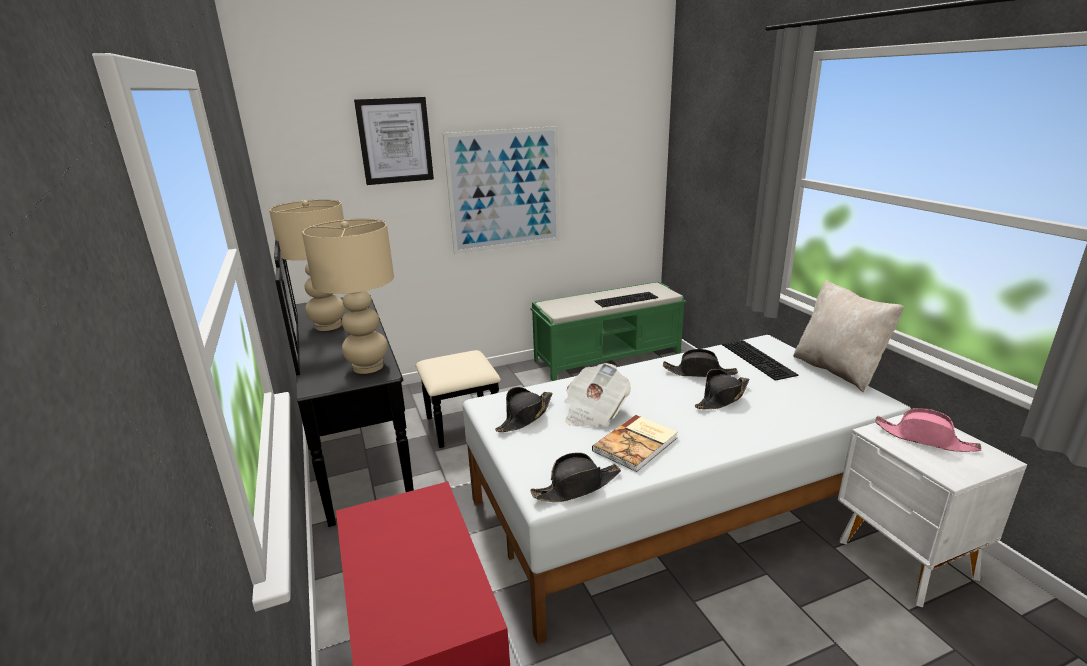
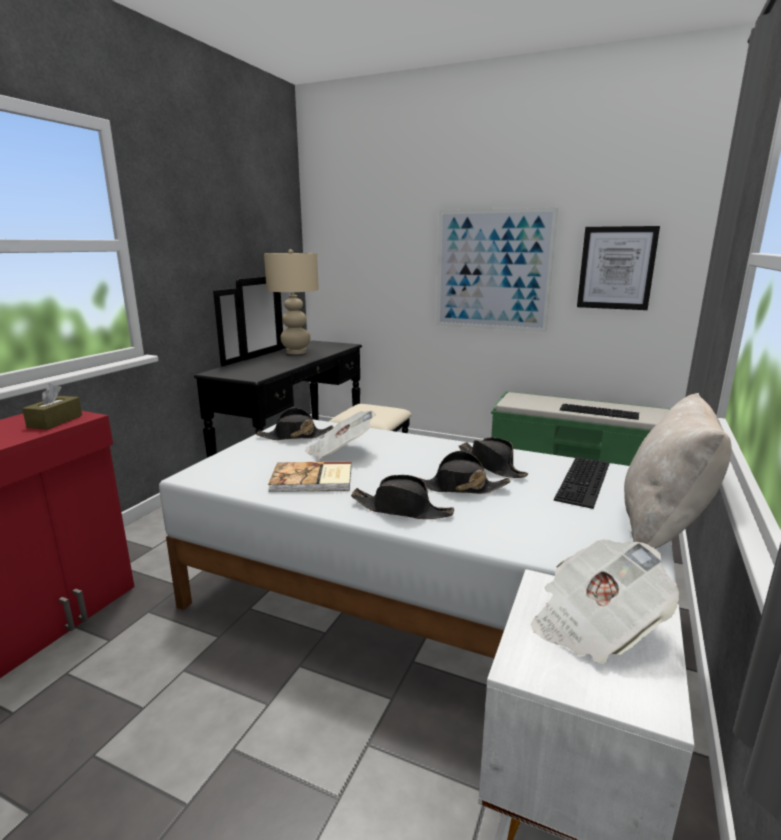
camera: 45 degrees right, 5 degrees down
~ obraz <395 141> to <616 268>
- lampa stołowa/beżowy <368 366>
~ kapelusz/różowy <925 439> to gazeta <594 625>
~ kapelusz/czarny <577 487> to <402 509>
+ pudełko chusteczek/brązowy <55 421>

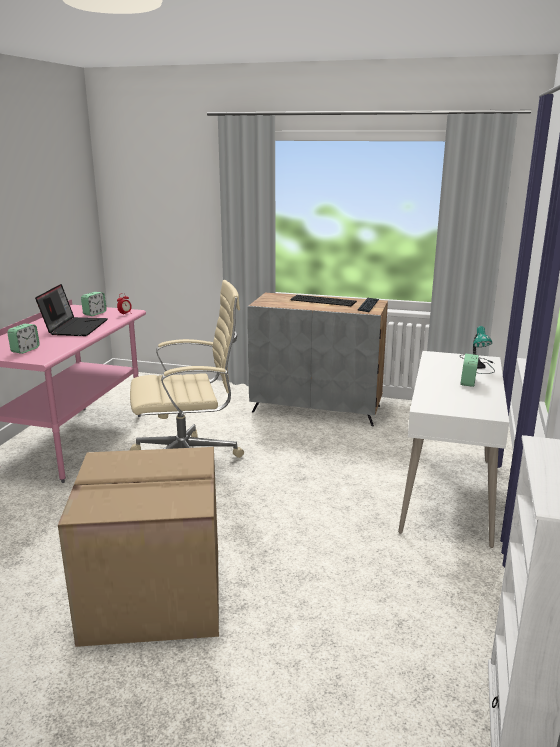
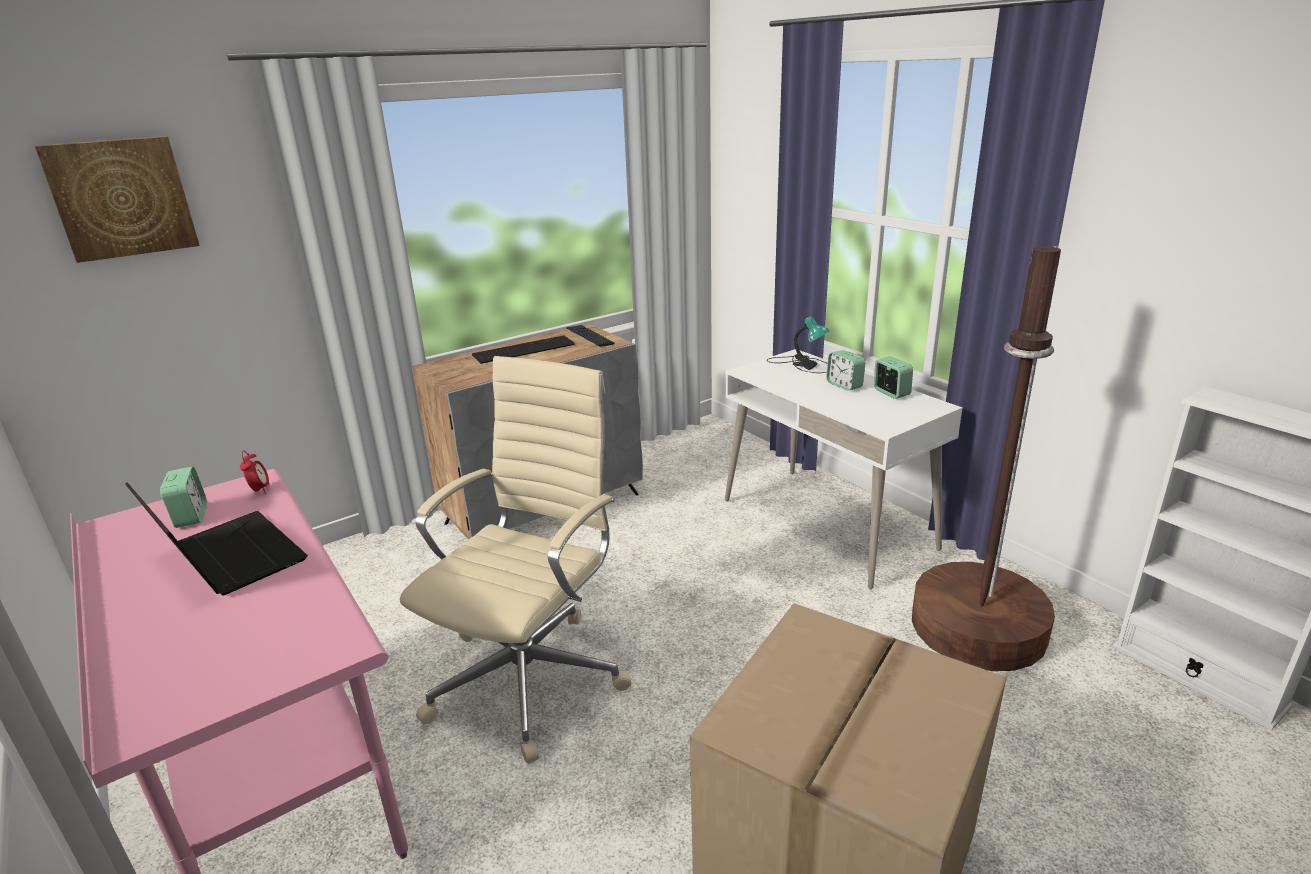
camera: 50 degrees left, 5 degrees up
~ budzik <25 350> to <891 393>
+ obraz <121 198>
+ lampa stojąca/brązowy <978 628>

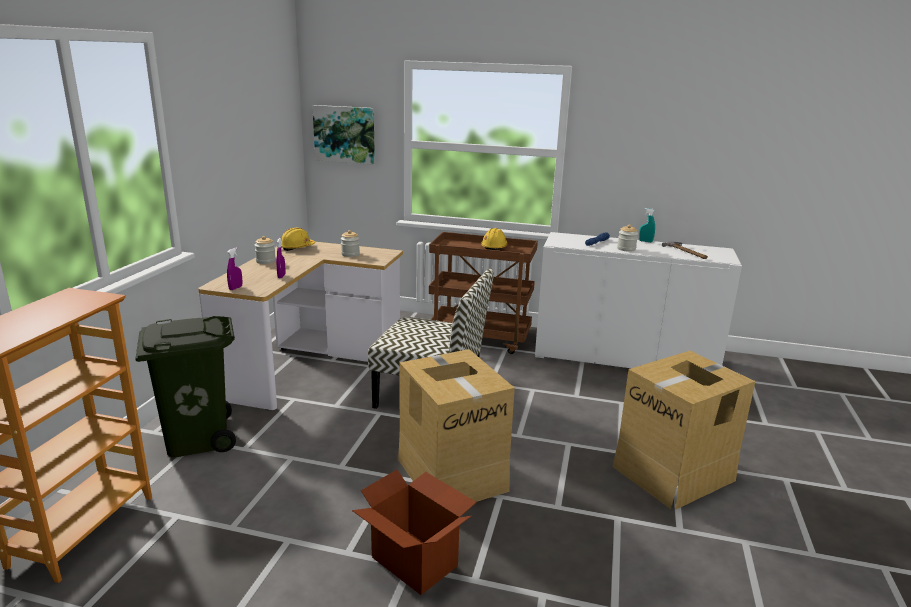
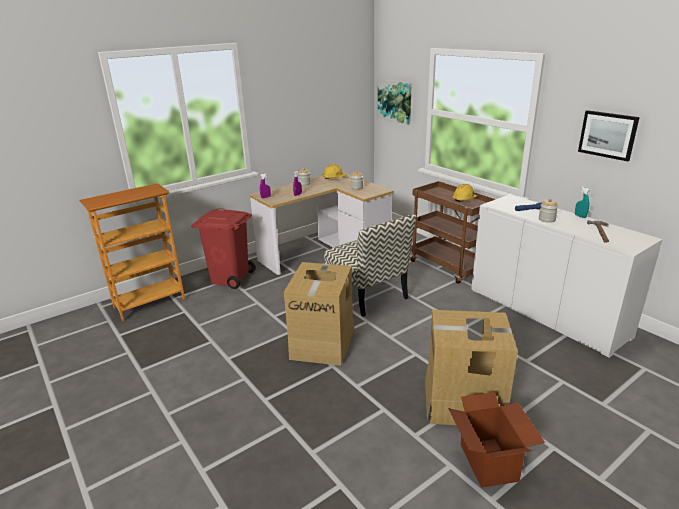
camera: 40 degrees right, 5 degrees up
~ kosz na śmieci/zielony <197 438> to kosz na śmieci/czerwony <230 278>
~ karton <415 561> to <489 462>
+ obraz <608 135>

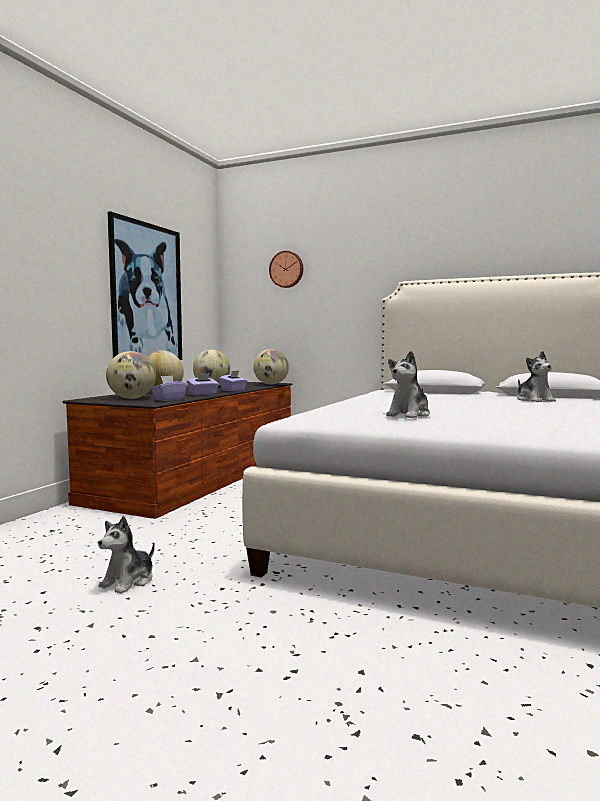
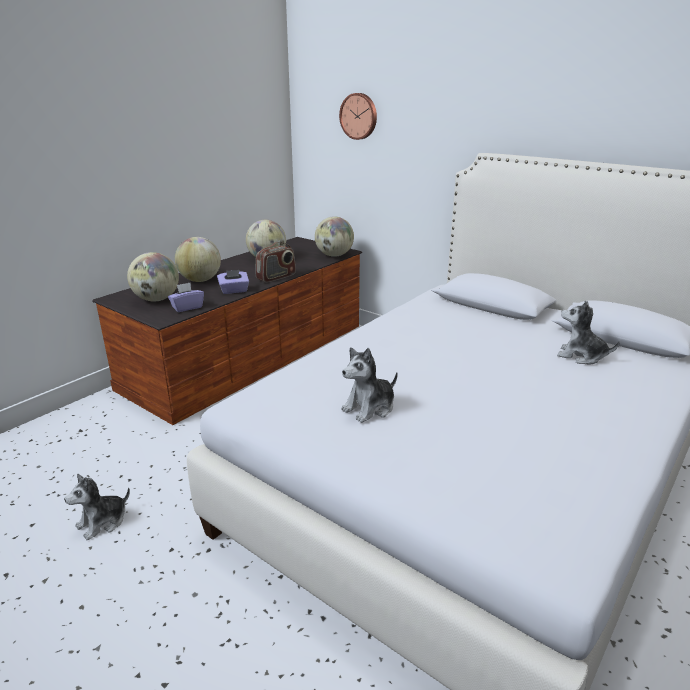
camera: 15 degrees right, 20 degrees up
- obraz <147 293>
~ pluszak <534 400> = <581 356> 120 degrees clockwise
~ pudełko chusteczek/fioletowy <233 390> to radio <276 277>

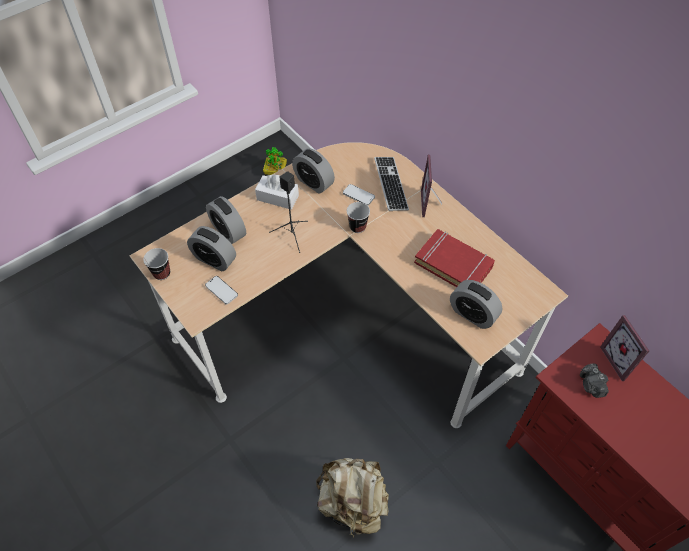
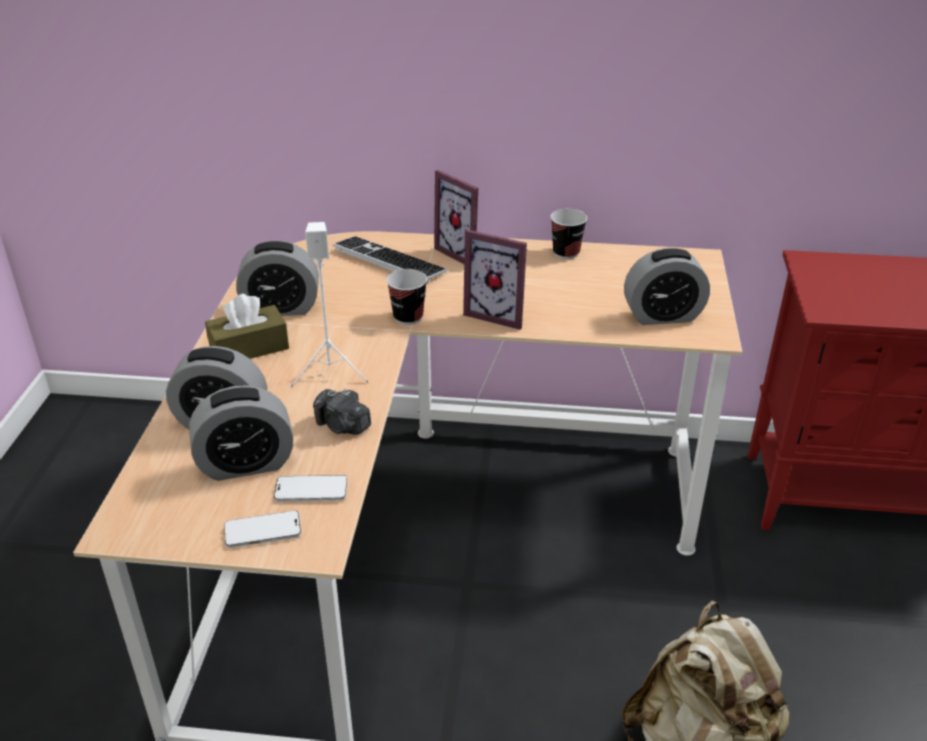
camera: 45 degrees left, 20 degrees down
- roślina doniczkowa <275 171>
~ głośnik/czarny <292 235> to głośnik/biały <331 372>
~ pudełko chusteczek/biały <277 197> to pudełko chusteczek/brązowy <249 348>
~ telefon <358 195> to <263 531>
- książka/czerwony <453 264>
~ filiżanka <161 273> to <566 253>
~ ramka na zdjęcie <621 360> to <498 313>
~ aparat fotograficzny <591 385> to <342 426>

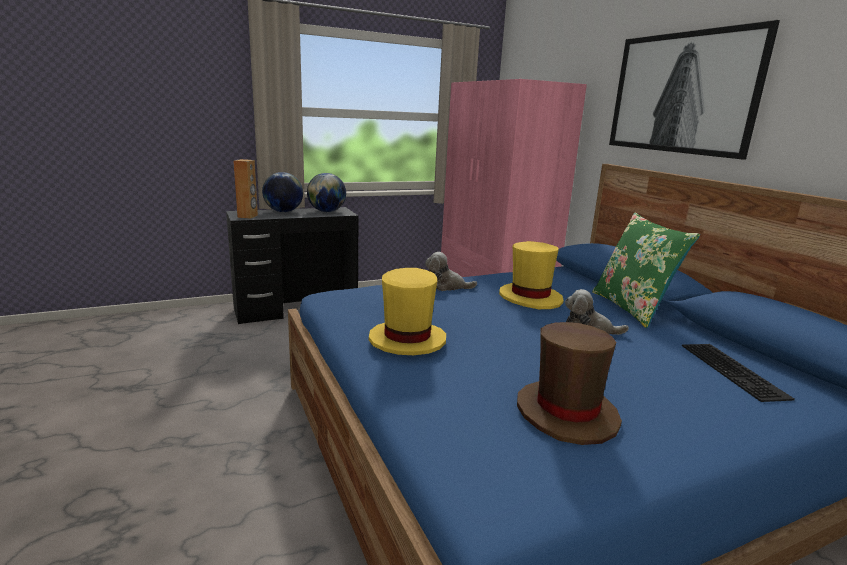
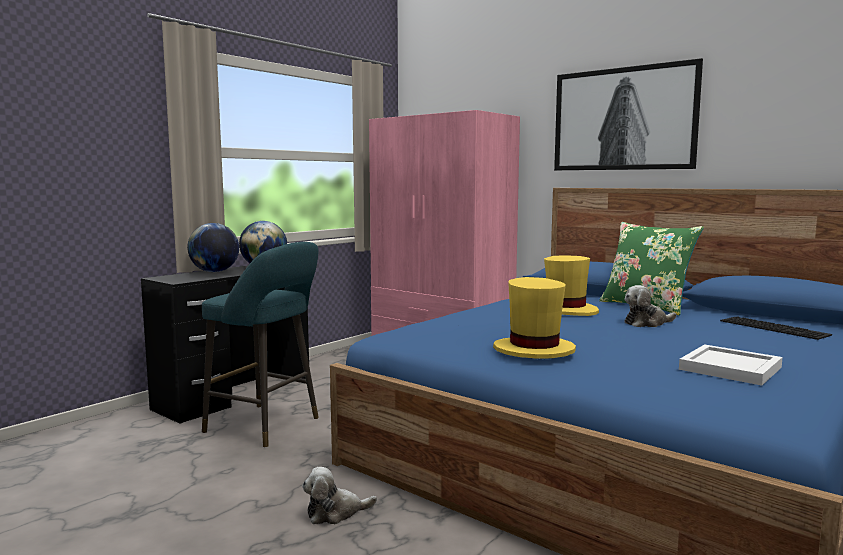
camera: 25 degrees left, 10 degrees down
- głośnik/brązowy <248 216>
~ pluszak <446 286> to <335 513>
~ kapelusz/brązowy <566 413> to taca/biały <729 368>
+ stołek/turkusowy <267 426>

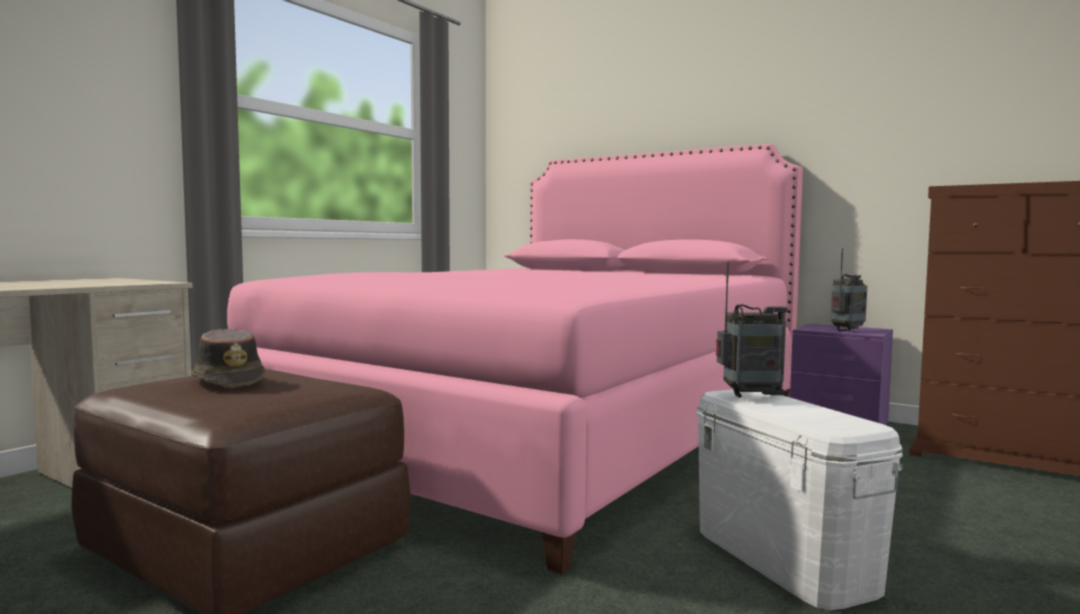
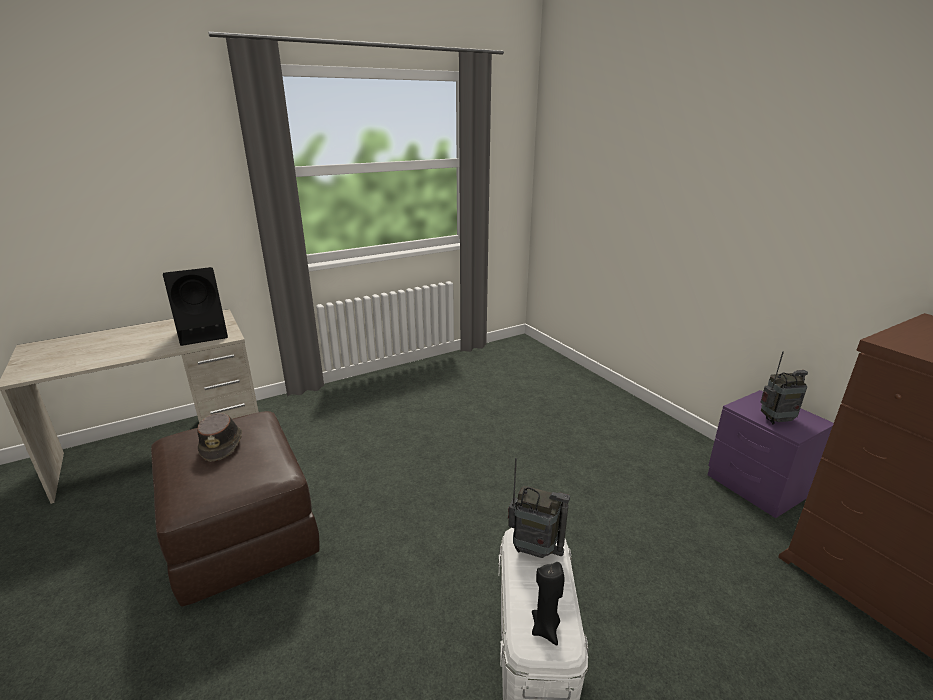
camera: 25 degrees right, 20 degrees up
- łóżko/różowy <544 431>
+ głośnik/czarny <205 333>
+ świeca/czarny <546 628>

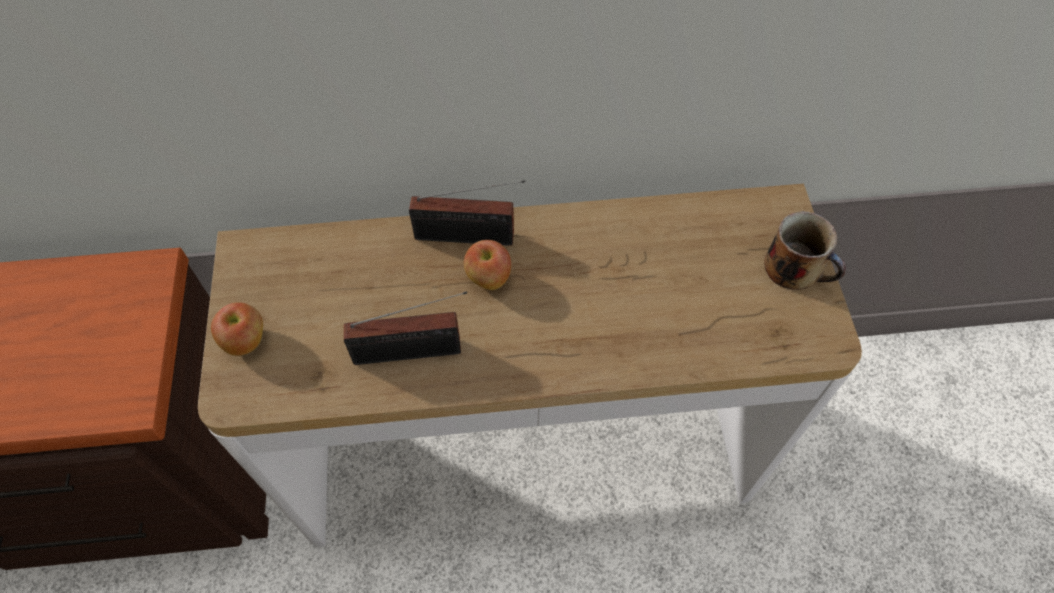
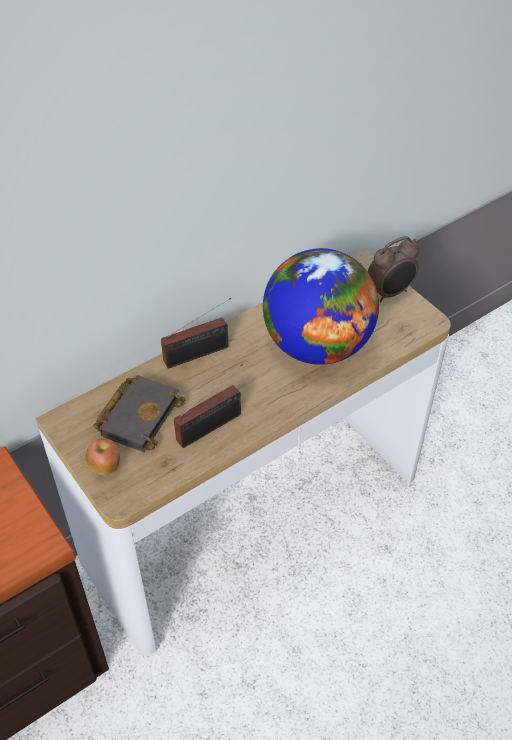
camera: 30 degrees left, 10 degrees down
~ kubek <796 268> to budzik <390 293>
- jabłko <488 278>
+ globus <317 345>
+ książka/czarny <138 415>

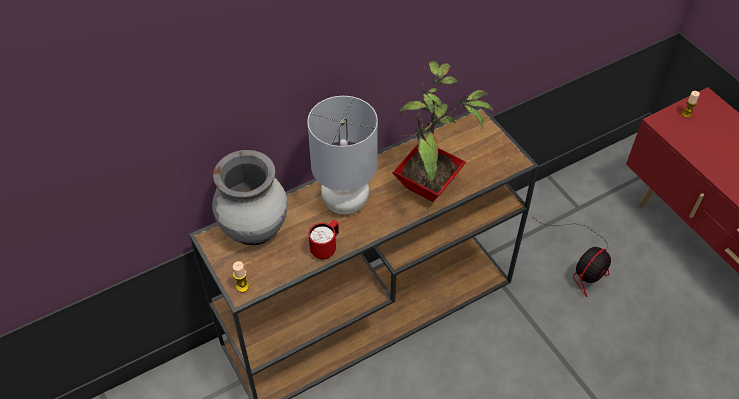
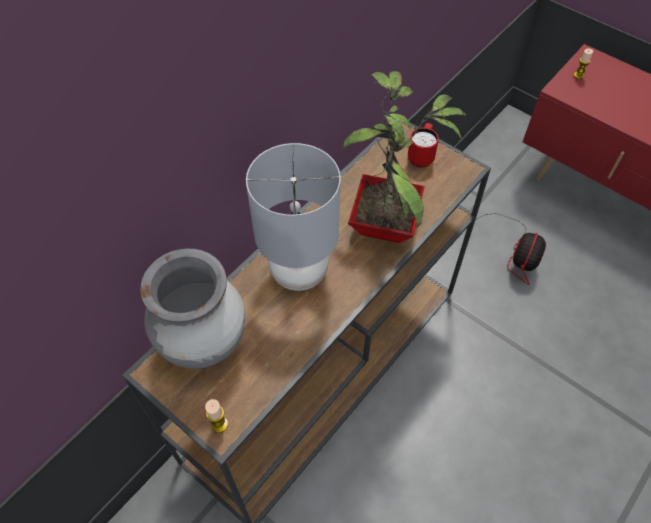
camera: 20 degrees left, 5 degrees up
~ kubek/czerwony <326 248> to <421 156>

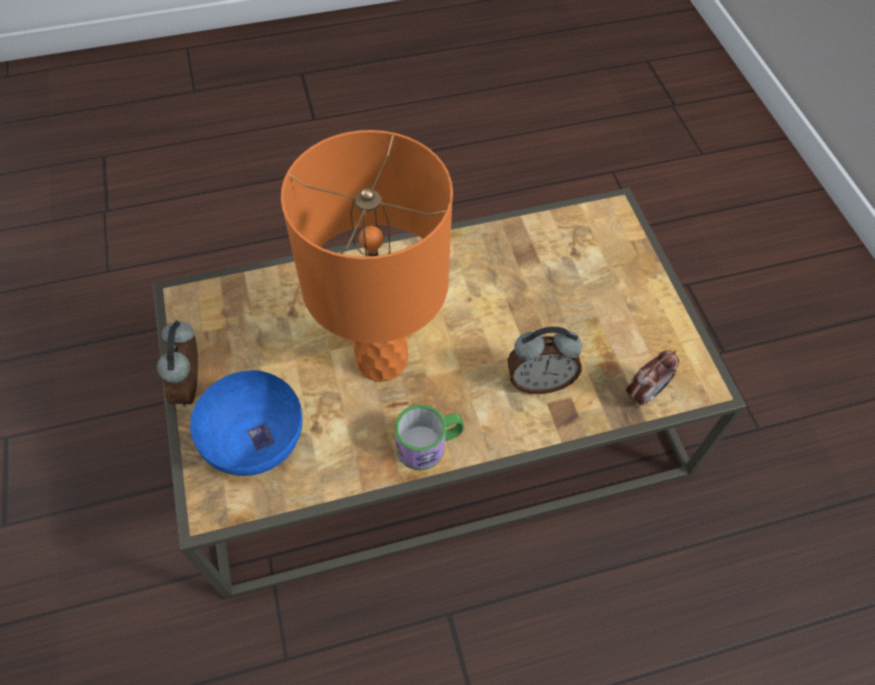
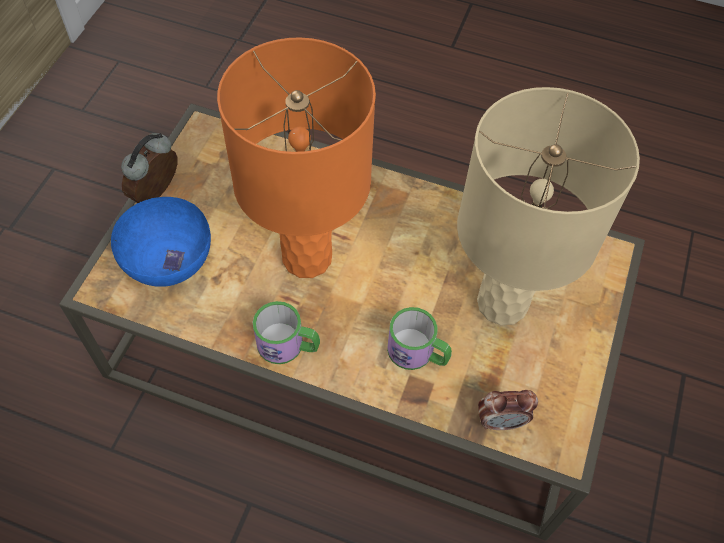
camera: 35 degrees right, 0 degrees up
~ budzik <539 381> to kubek <418 353>
+ lampa stołowa/beżowy <503 303>

